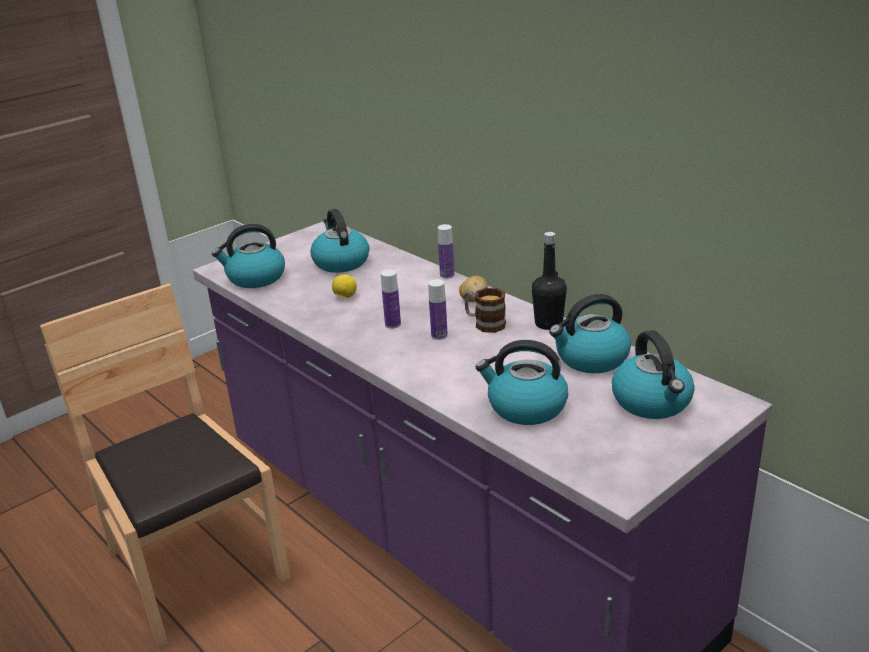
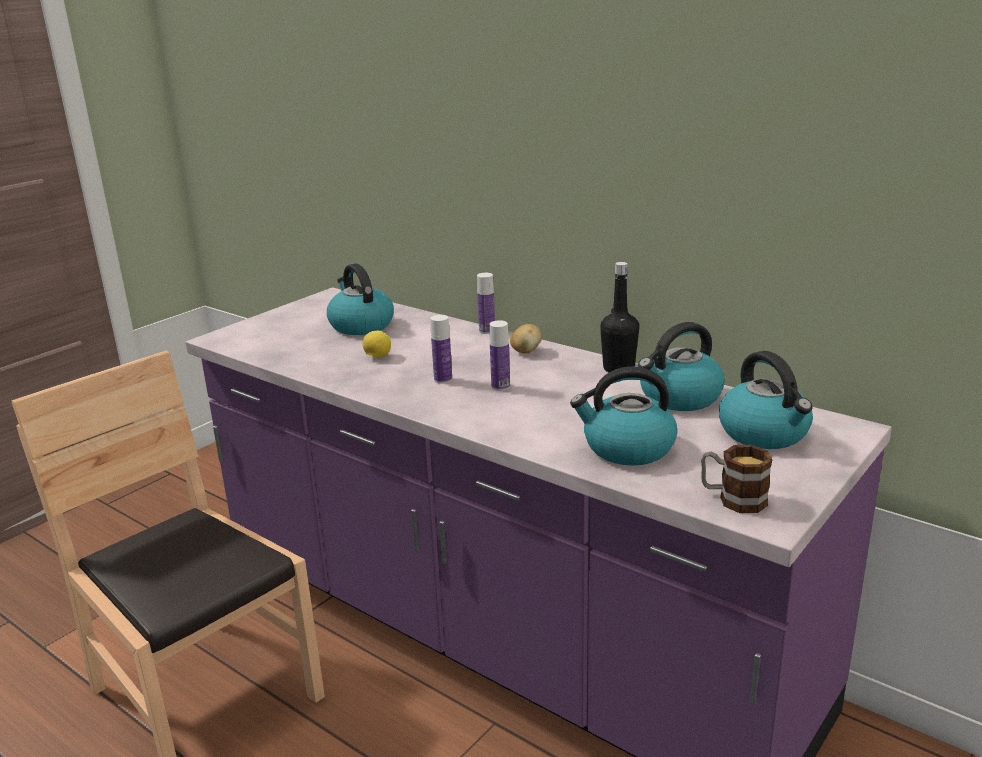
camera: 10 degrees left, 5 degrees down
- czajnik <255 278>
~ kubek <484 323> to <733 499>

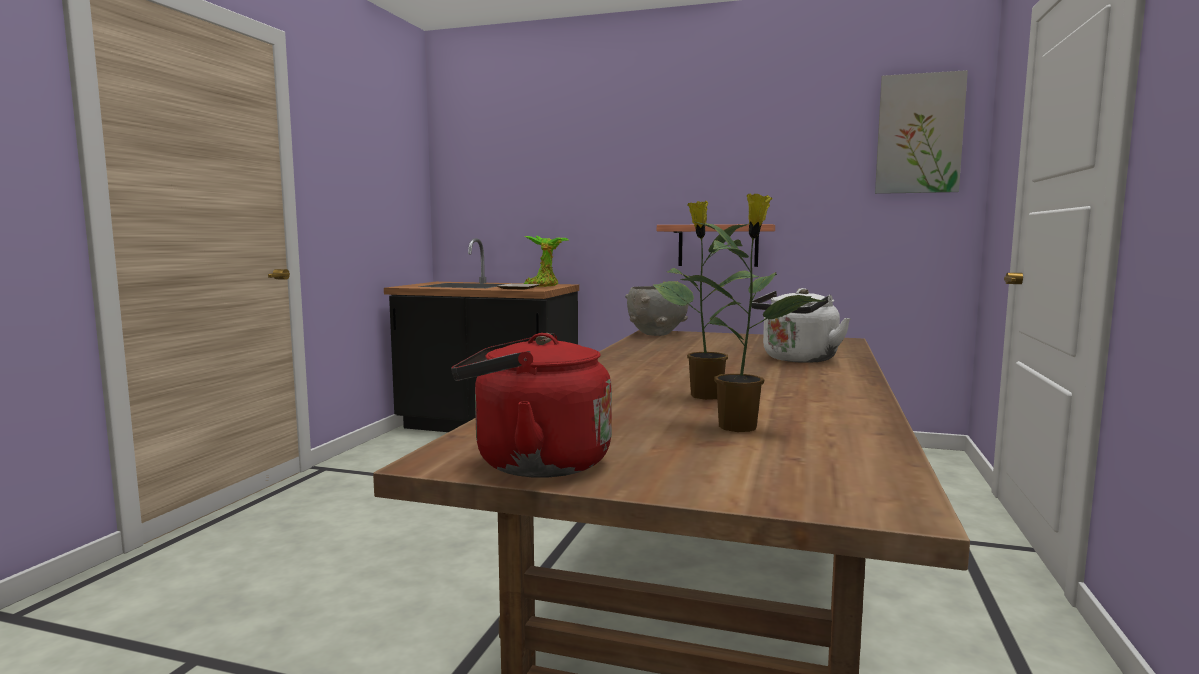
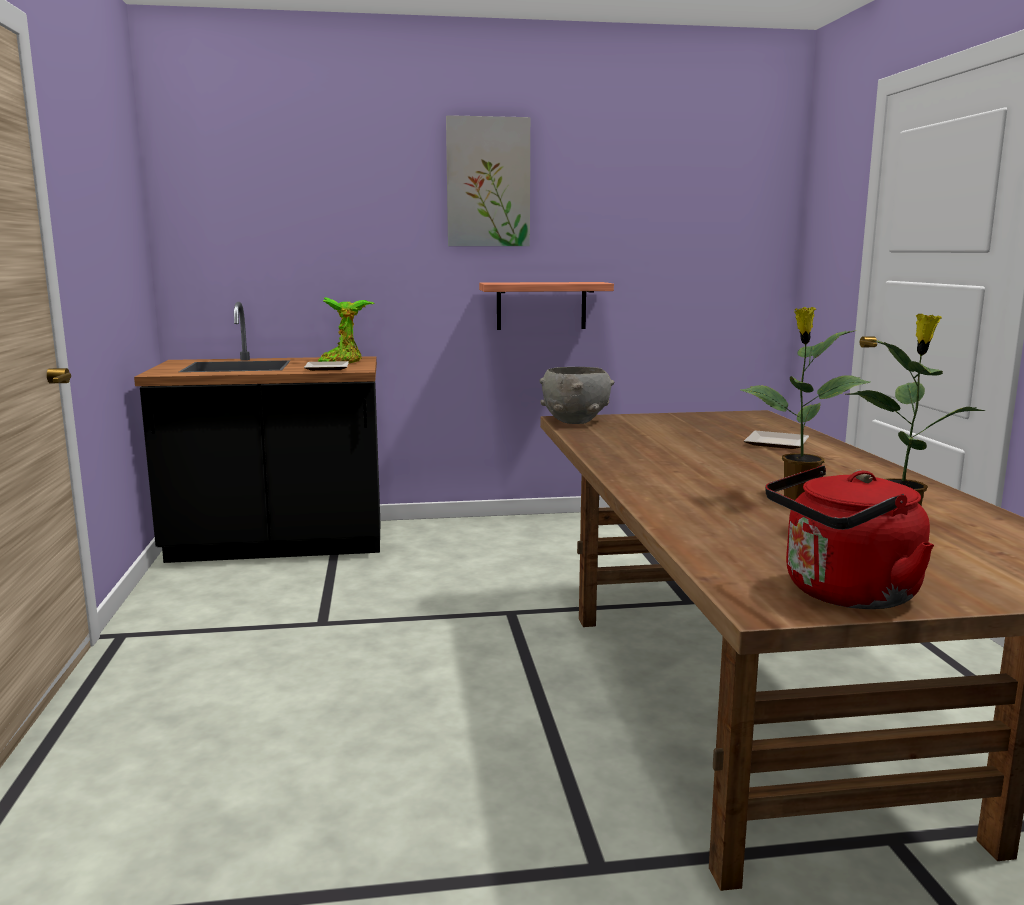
camera: 25 degrees left, 5 degrees up
~ obraz <919 134> to <488 182>
~ czajnik/biały <797 359> to talerz <774 443>

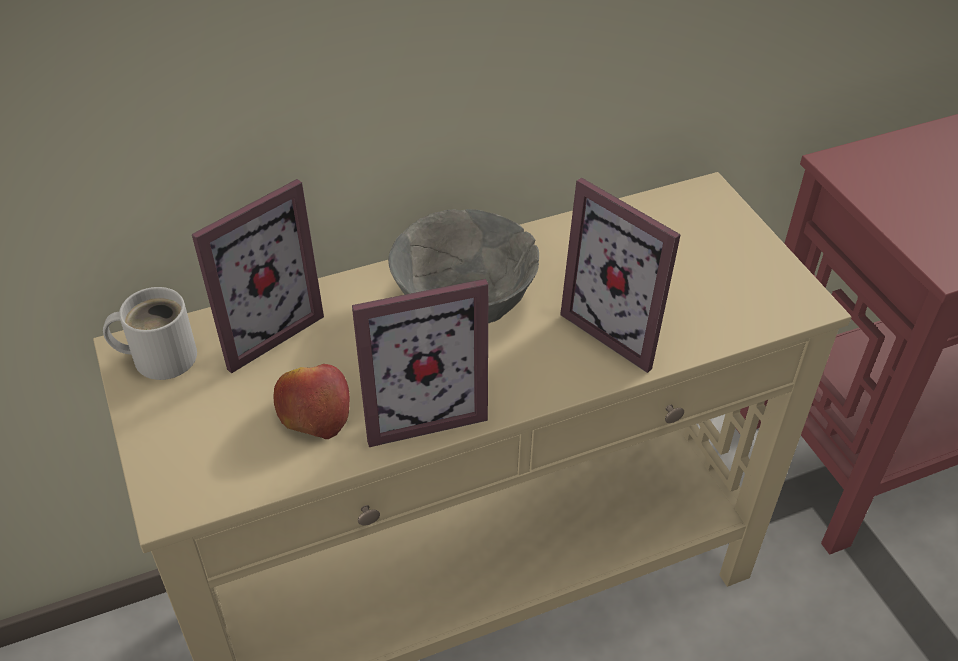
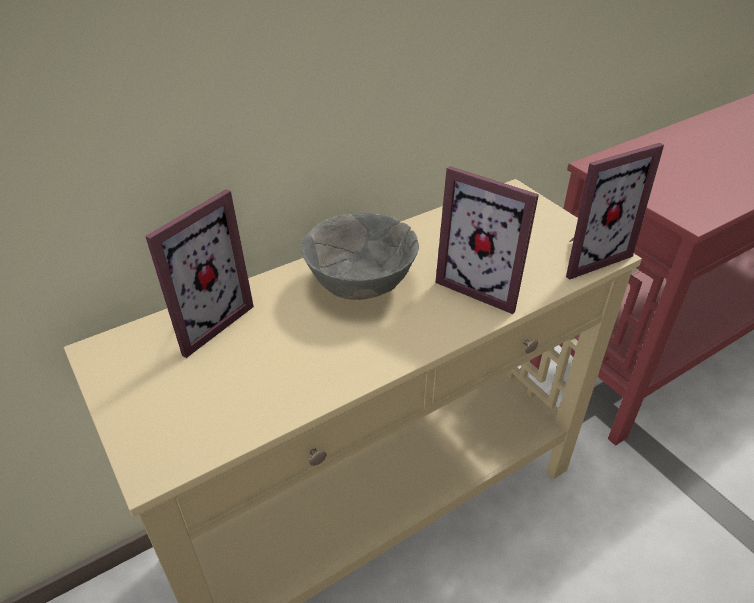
camera: 10 degrees left, 5 degrees down
~ ramka na zdjęcie <420 407> to <585 255>
- kubek/biały <159 355>
- jabłko <313 411>

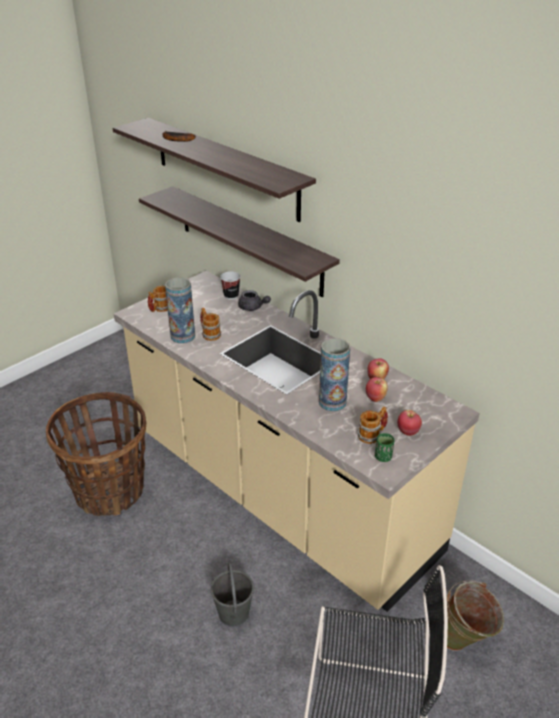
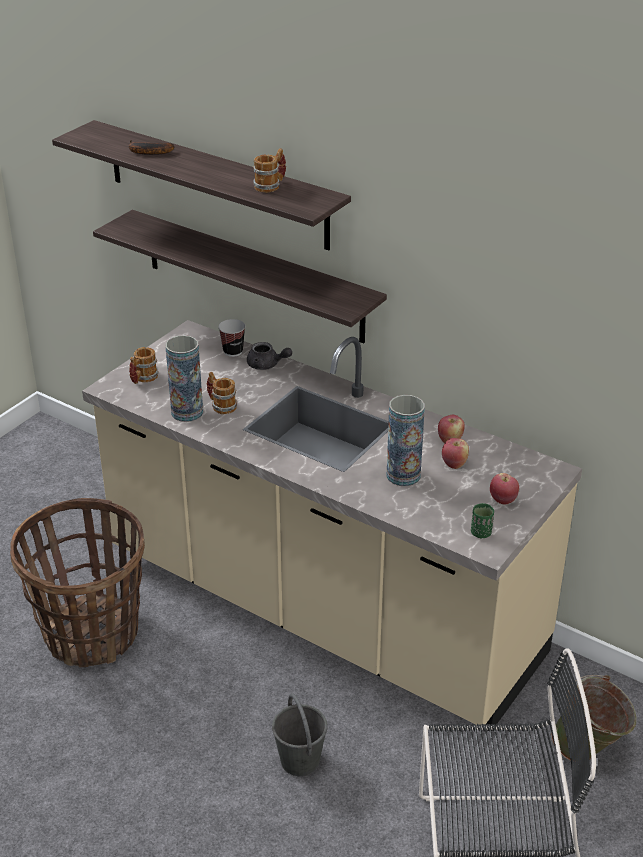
camera: 10 degrees left, 0 degrees up
~ kubek <372 434> to <270 185>

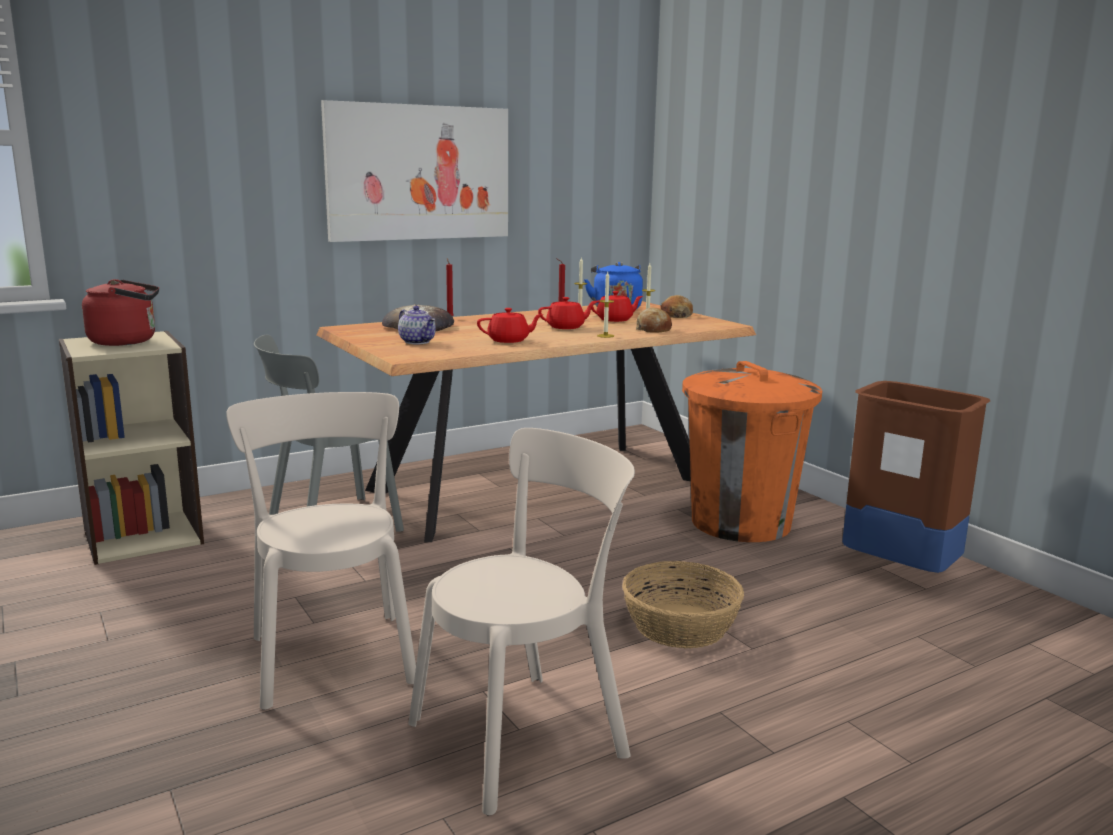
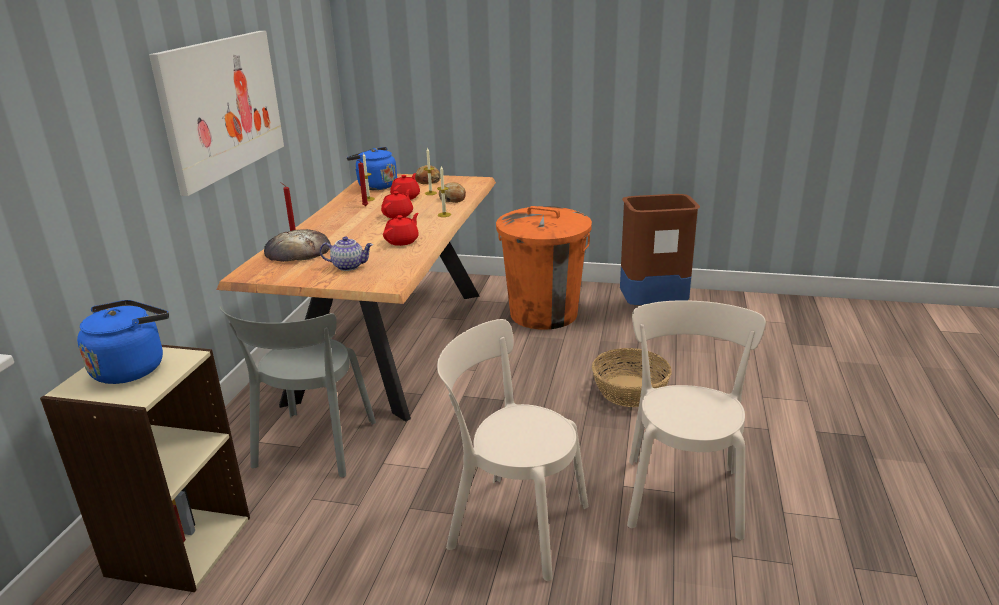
camera: 45 degrees left, 10 degrees up
~ czajnik/czerwony <127 341> to czajnik/niebieski <132 368>

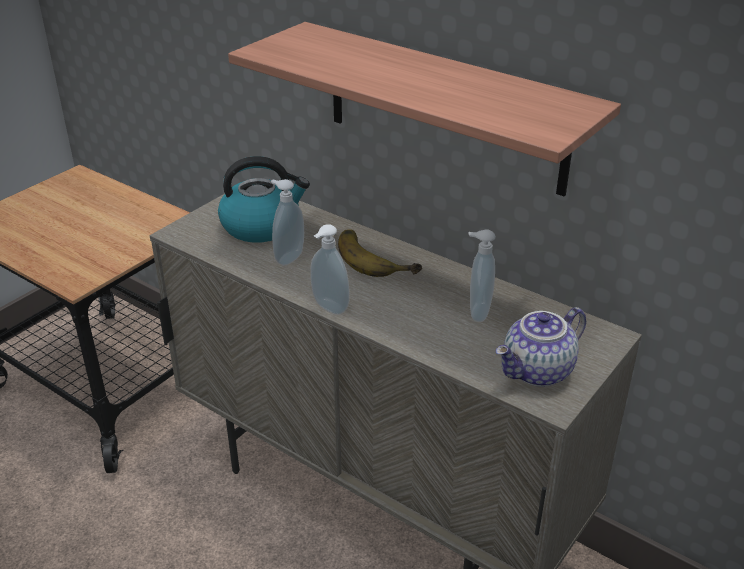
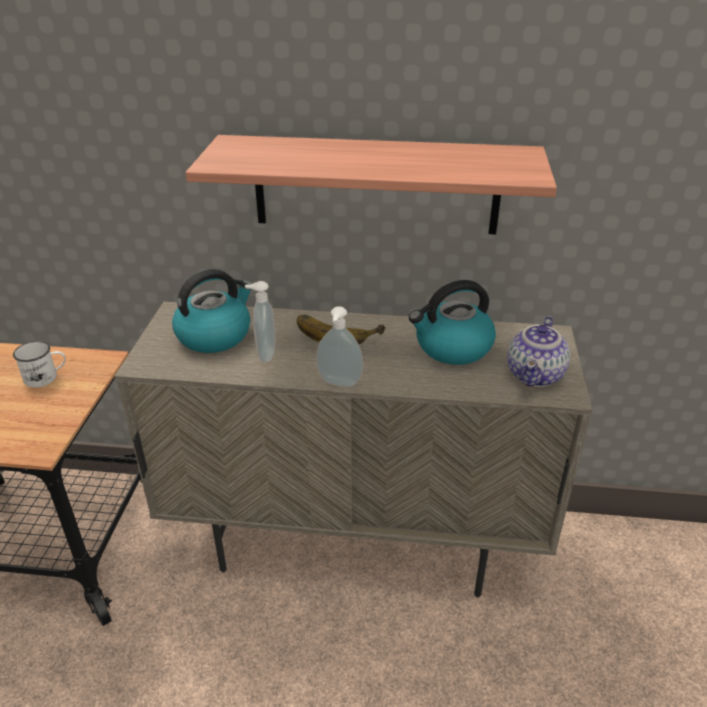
camera: 30 degrees left, 0 degrees up
~ dozownik mydła <477 312> to czajnik <452 348>
+ kubek/biały <46 377>

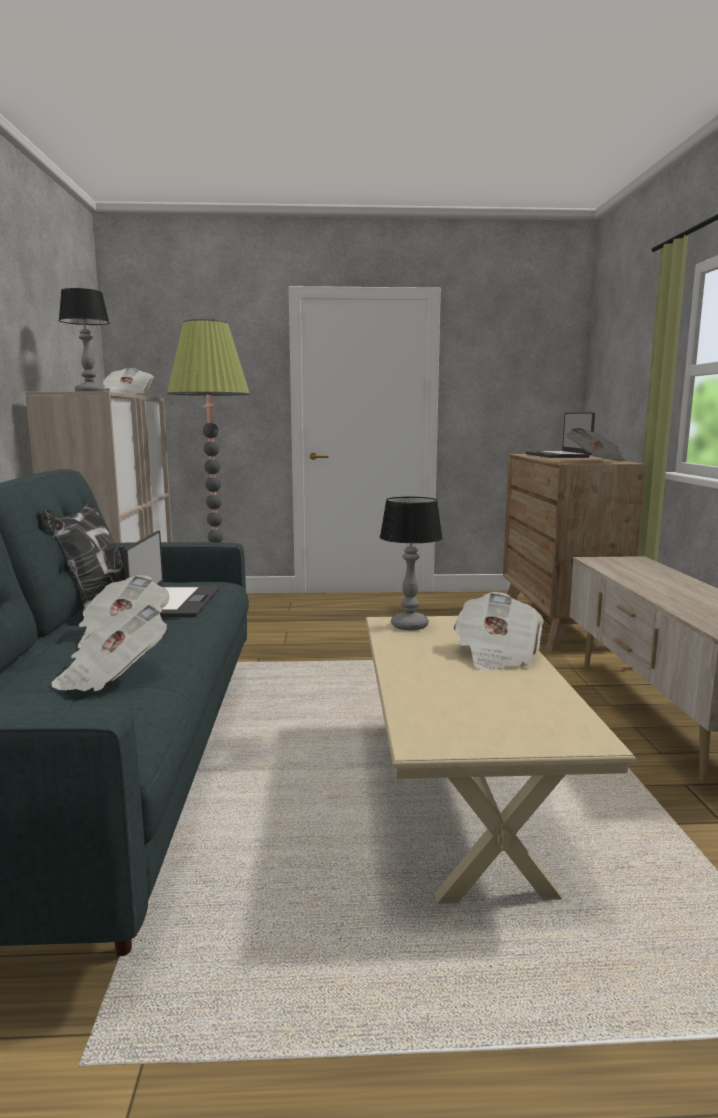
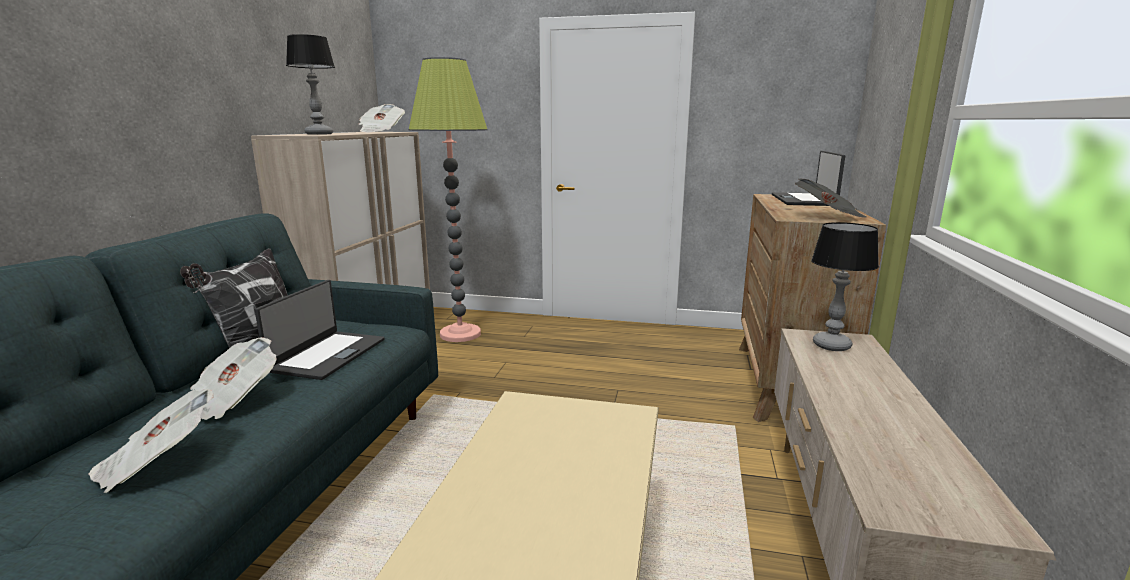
camera: 15 degrees right, 5 degrees up
~ lampa stołowa <409 625> to <831 345>
- gazeta <496 655>

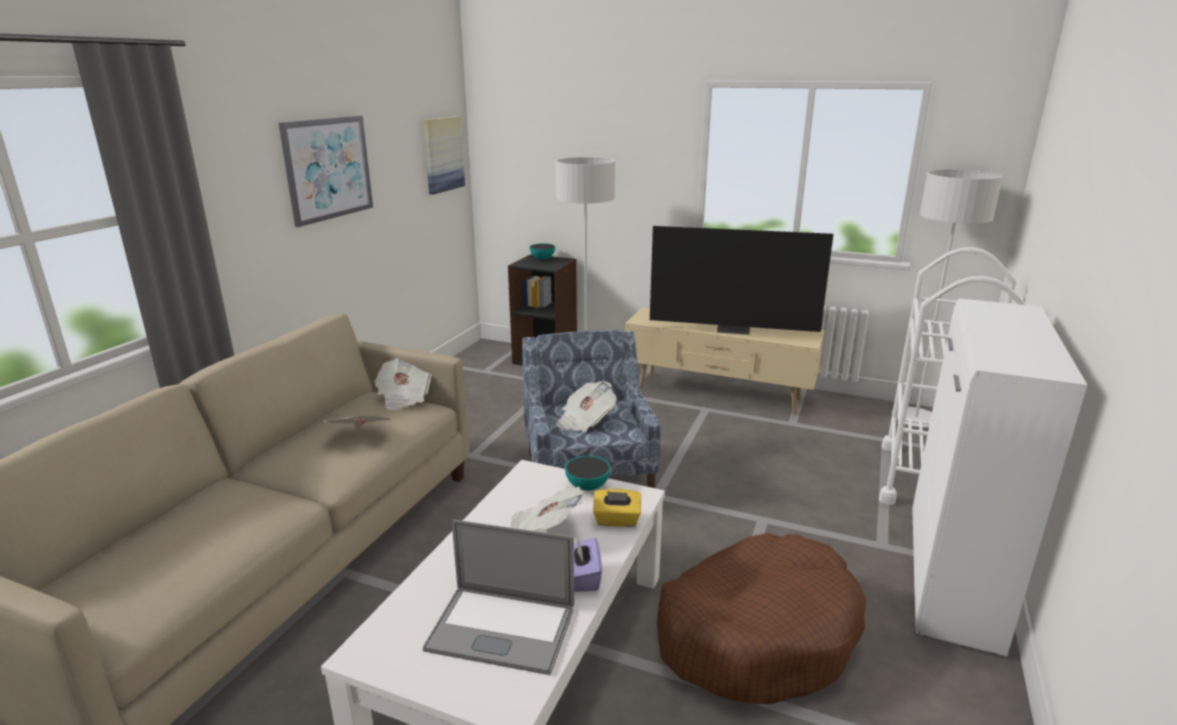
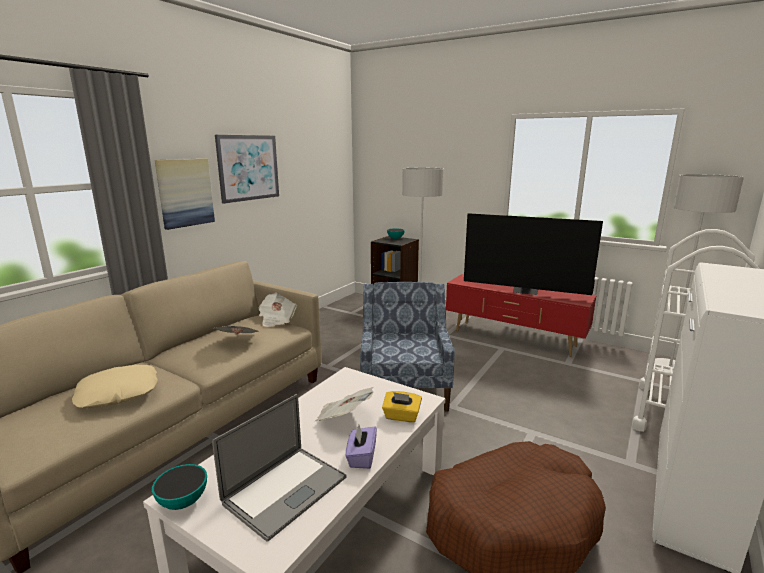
camera: 10 degrees right, 5 degrees down
~ obraz <443 154> to <185 192>
~ szafka pod telewizor/beżowy <718 394> to szafka pod telewizor/czerwony <514 339>
- gazeta <585 421>
~ miska <587 487> to <183 501>
~ laptop <501 629> = <285 490> 75 degrees counterclockwise
+ poduszka/beżowy <118 393>

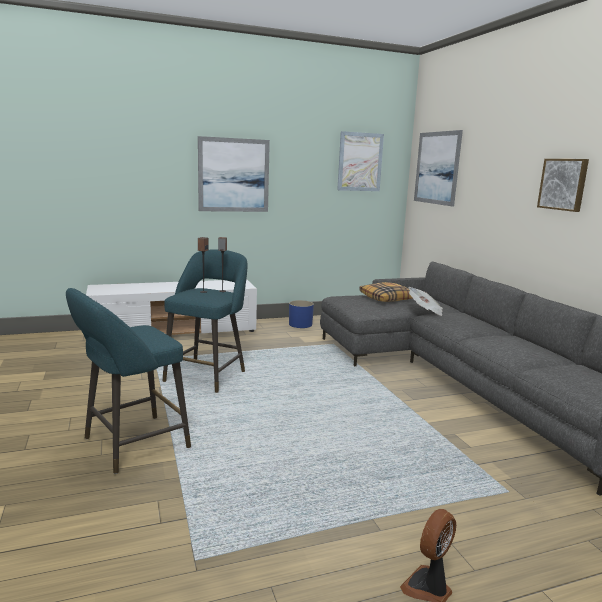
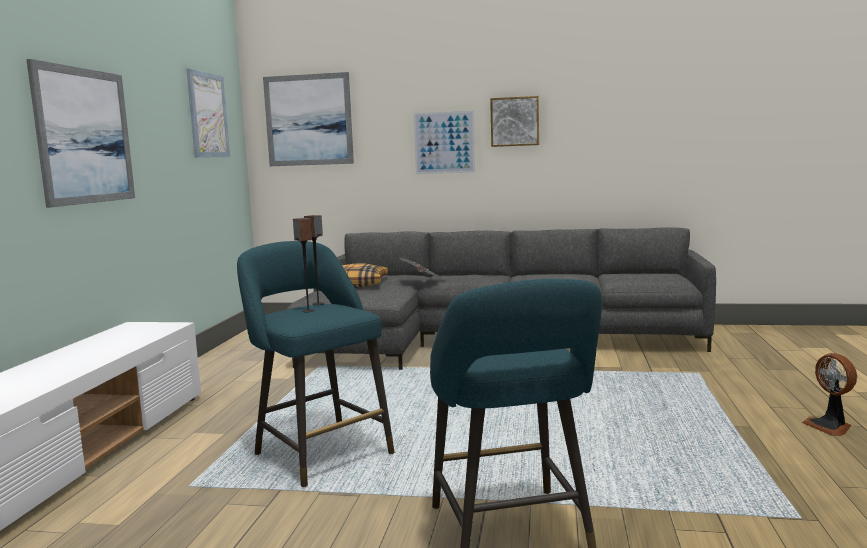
camera: 60 degrees left, 5 degrees down
- donica/niebieski <300 324>
+ obraz <444 142>

